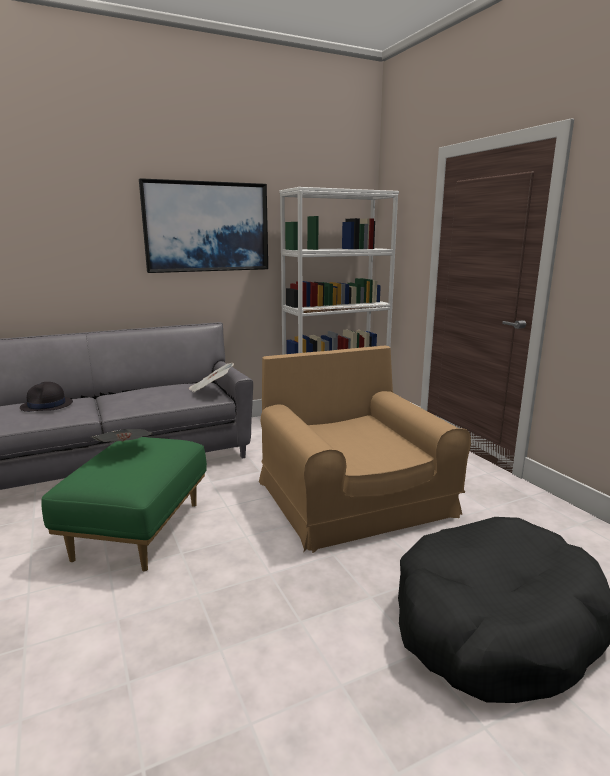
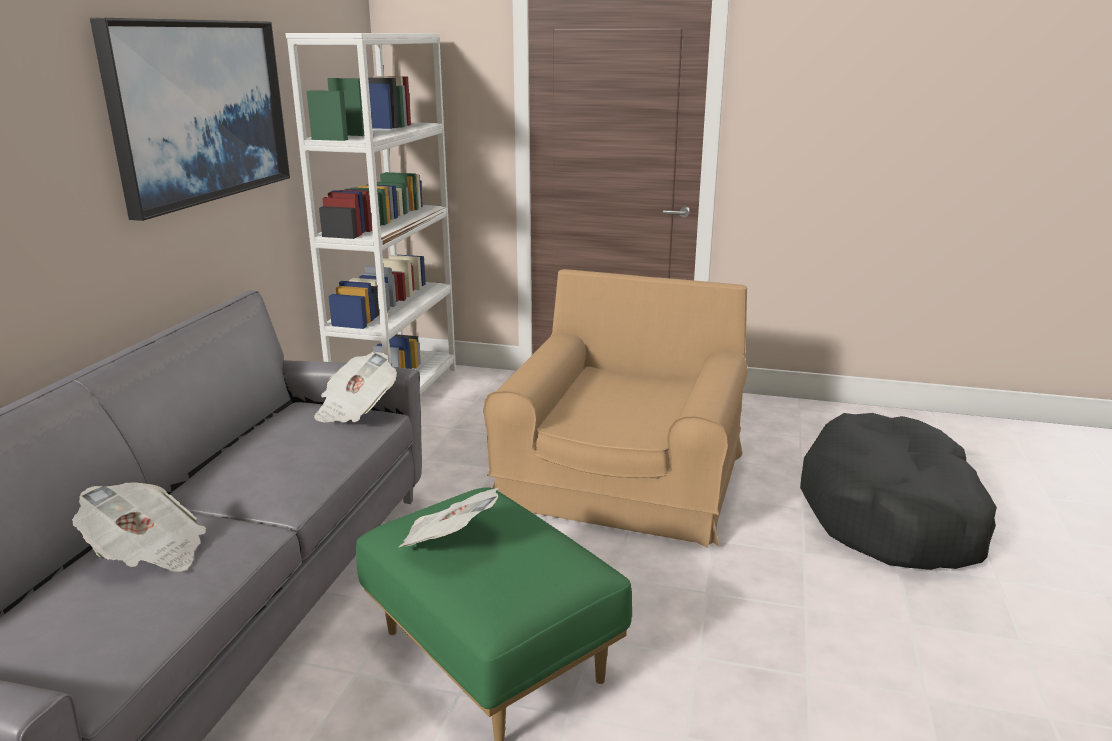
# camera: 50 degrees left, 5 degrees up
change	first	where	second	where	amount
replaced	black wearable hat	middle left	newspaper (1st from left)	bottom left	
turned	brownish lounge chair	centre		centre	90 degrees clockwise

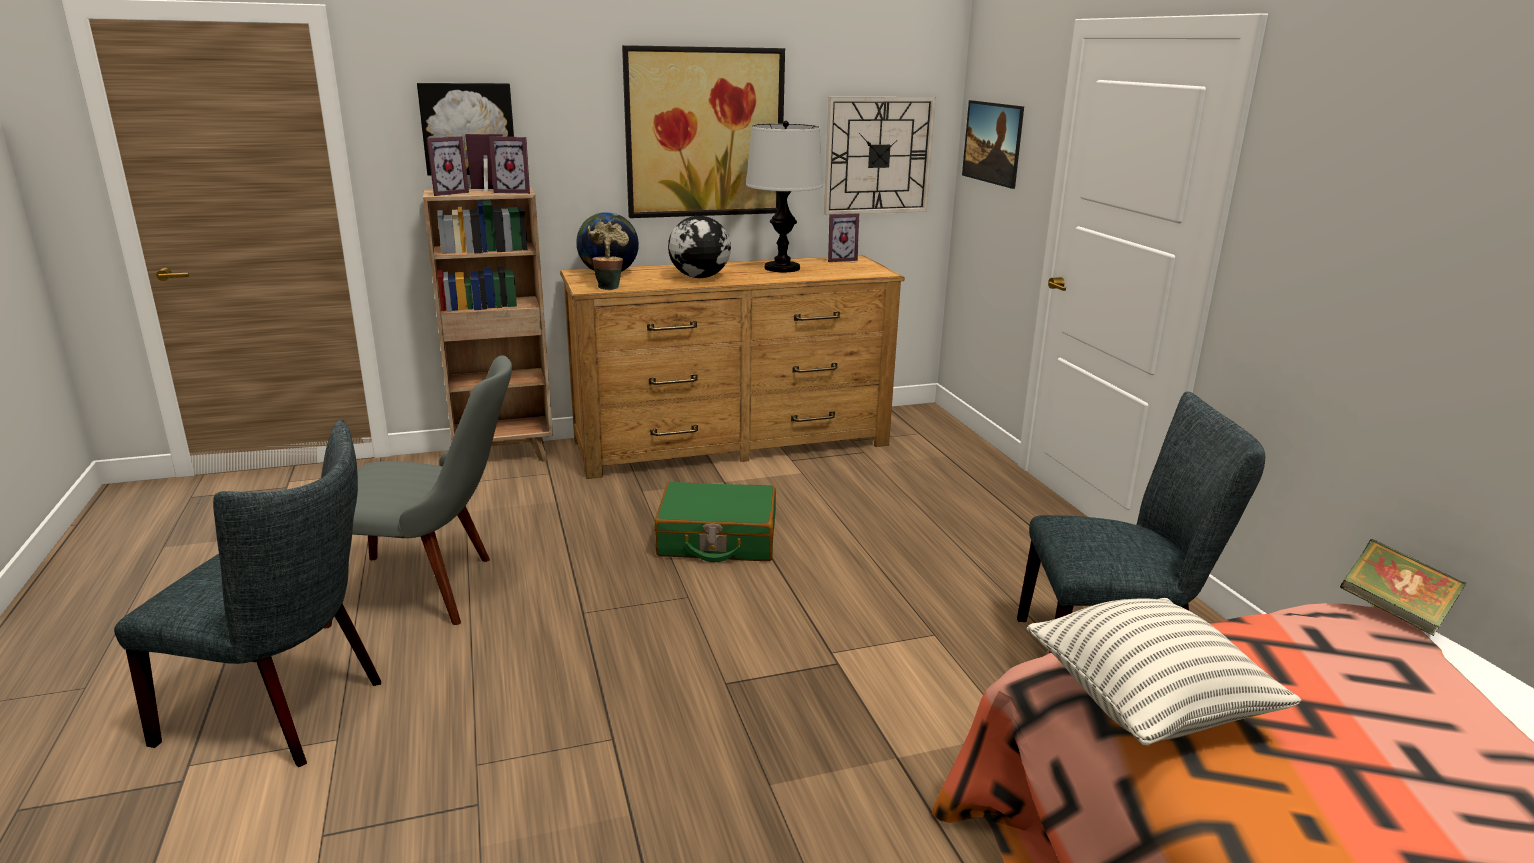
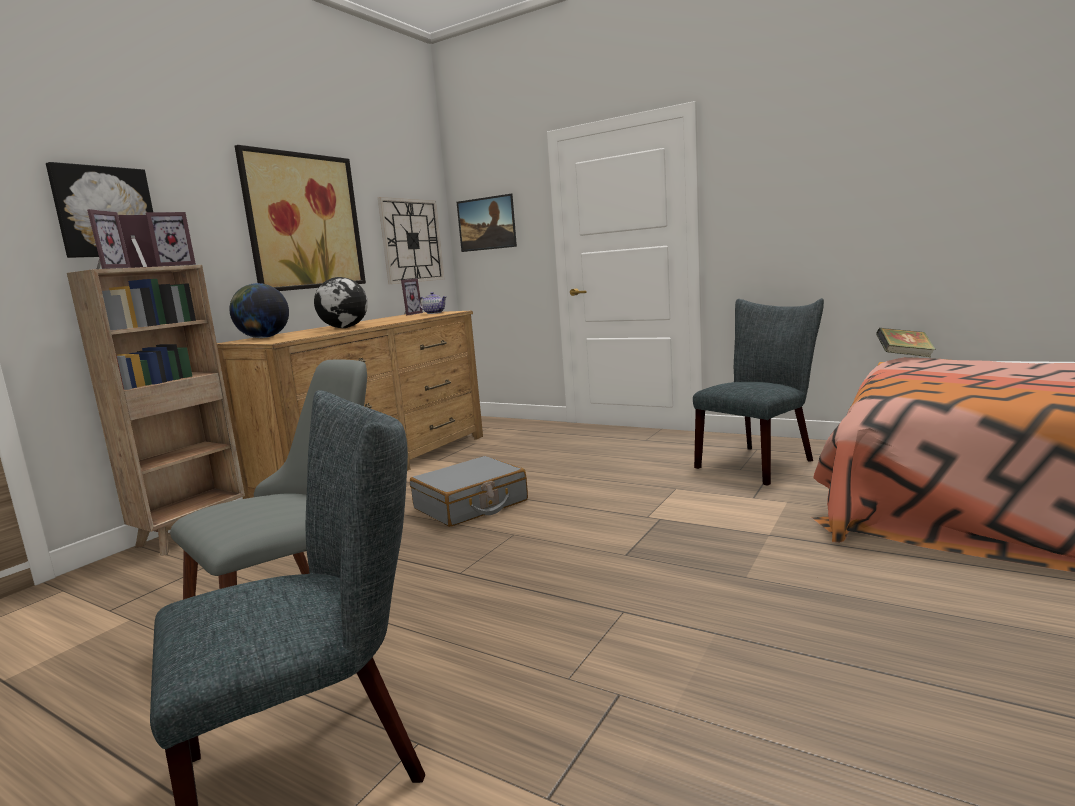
# camera: 40 degrees left, 10 degrees down
change	first	where	second	where	amount
recoloured	greenish travel case	centre	grey travel case	centre	
added			pot for tea	centre	
removed	potted plant	top centre			
removed	lamp for a table	top centre			
removed	cushion	bottom right			

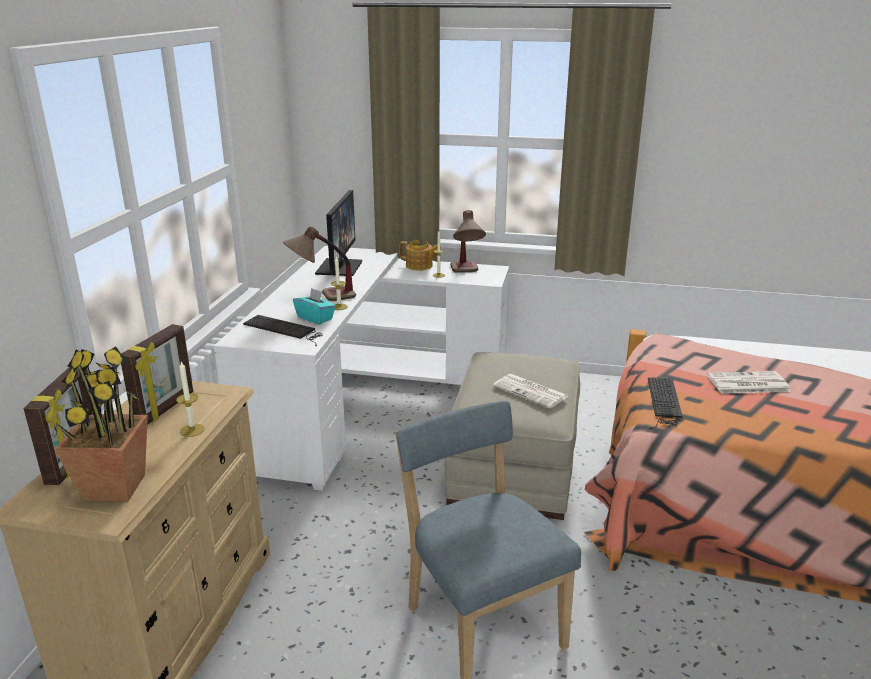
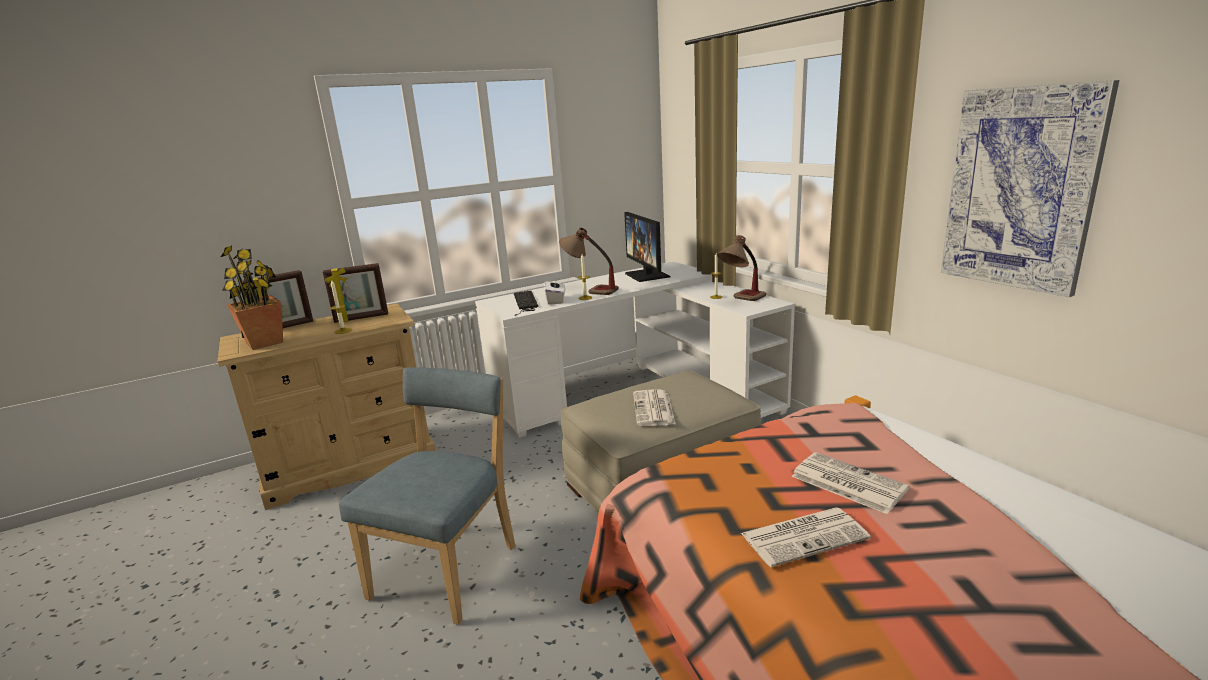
# camera: 50 degrees right, 5 degrees down
change	first	where	second	where	amount
recoloured	turquoise tissue box	centre	white tissue box	centre	
turned	computer display	centre		centre	105 degrees clockwise
added			newspaper (2nd from left)	bottom right	
added			wall art	top right	
removed	pot for tea	centre			
removed	computer keyboard (2nd from left)	middle right			

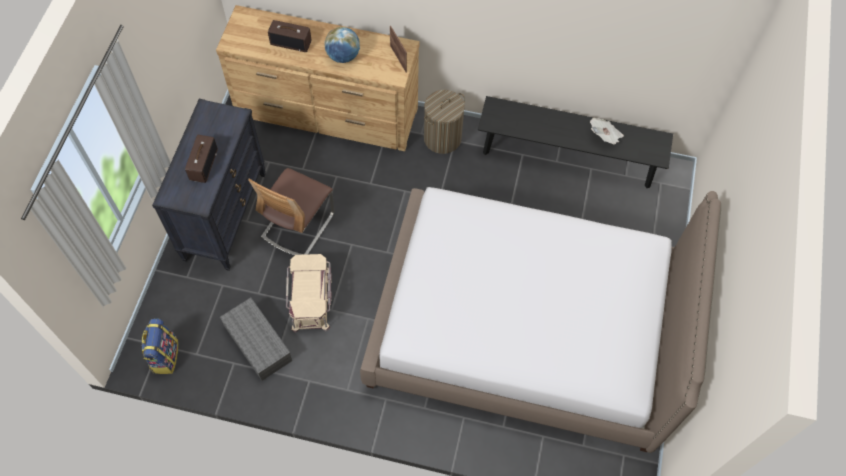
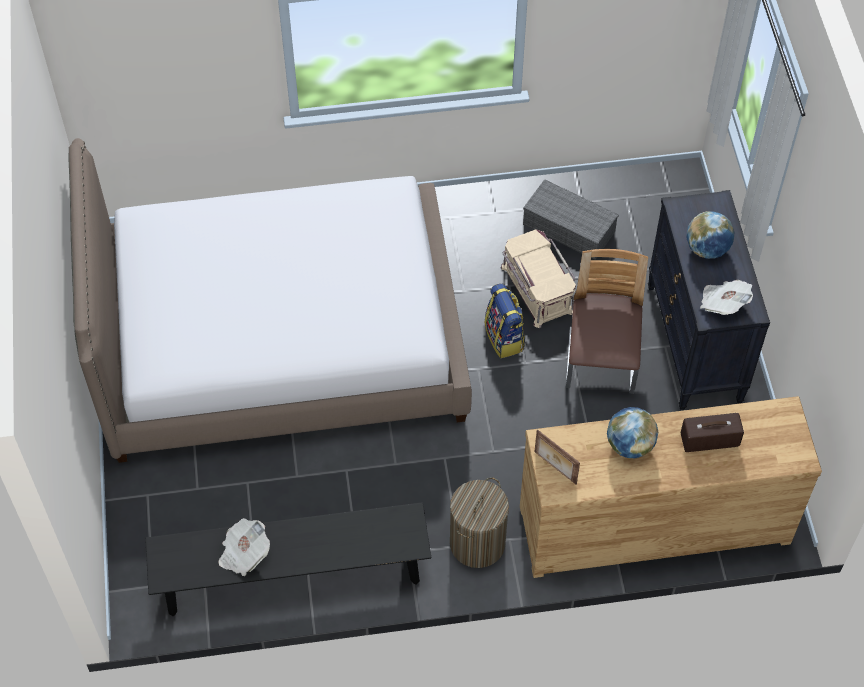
# camera: 160 degrees right, 5 degrees down
change	first	where	second	where	amount
moved	backpack	bottom left		centre	
replaced	radio receiver (1st from left)	middle left	world globe (2nd from left)	middle right	
added			newspaper (2nd from left)	middle right	

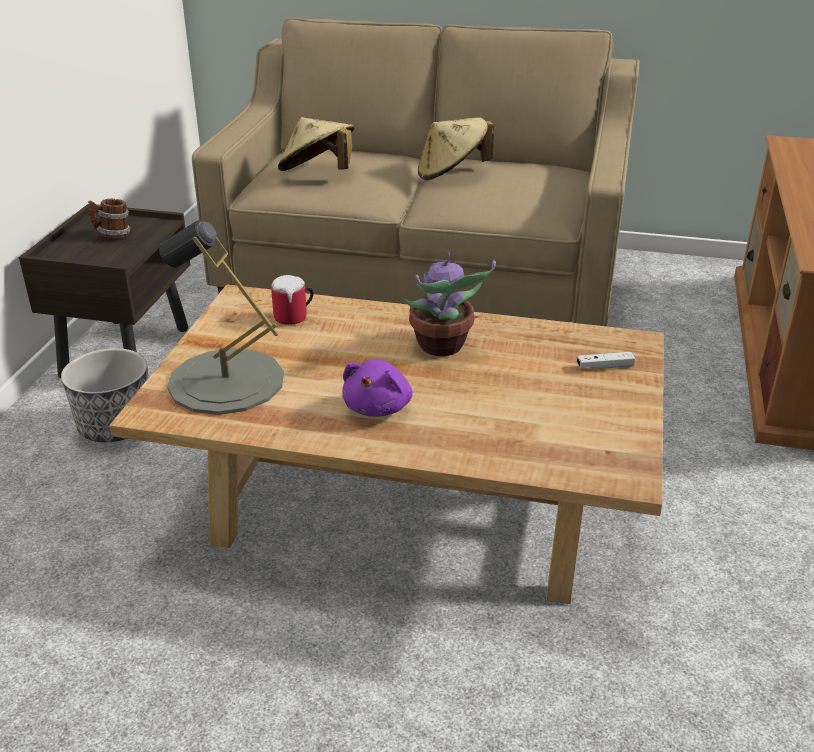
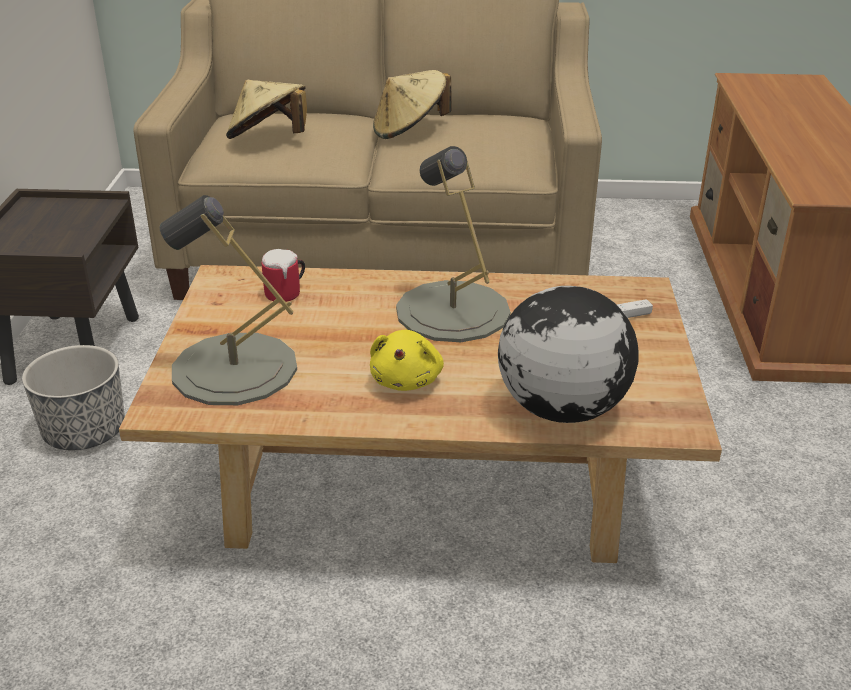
# camera: 10 degrees left, 0 degrees up
change	first	where	second	where	amount
recoloured	purplish cuddly toy	centre	yellow cuddly toy	centre	
replaced	potted plant	centre	grey lamp for a table (2nd from left)	centre	
added			world globe	middle right	
removed	tea mug (1st from left)	top left			

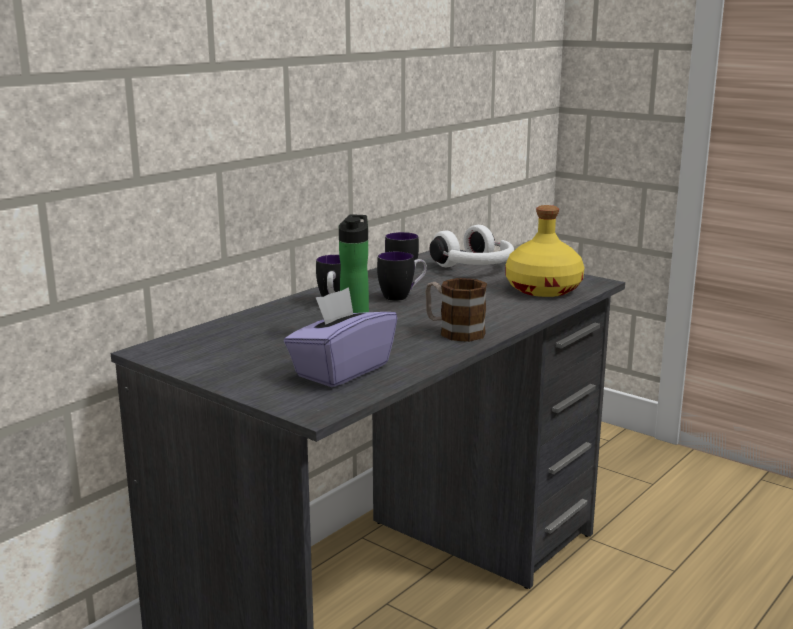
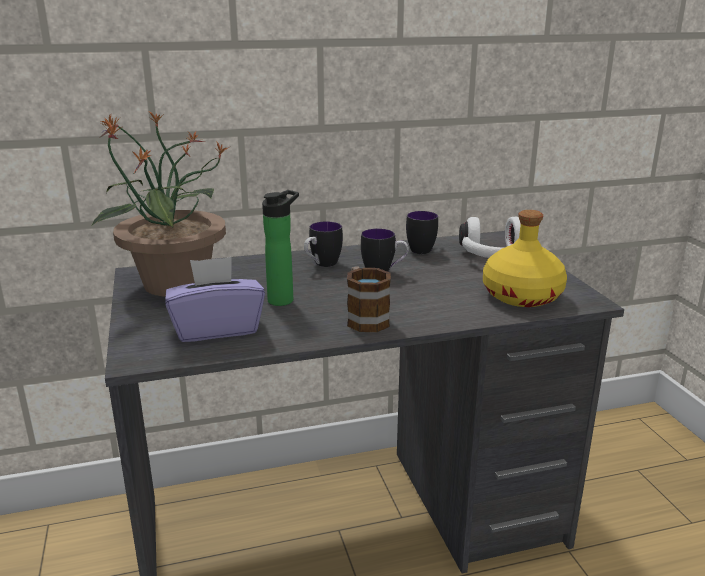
# camera: 35 degrees right, 5 degrees up
change	first	where	second	where	amount
added			potted plant	middle left	

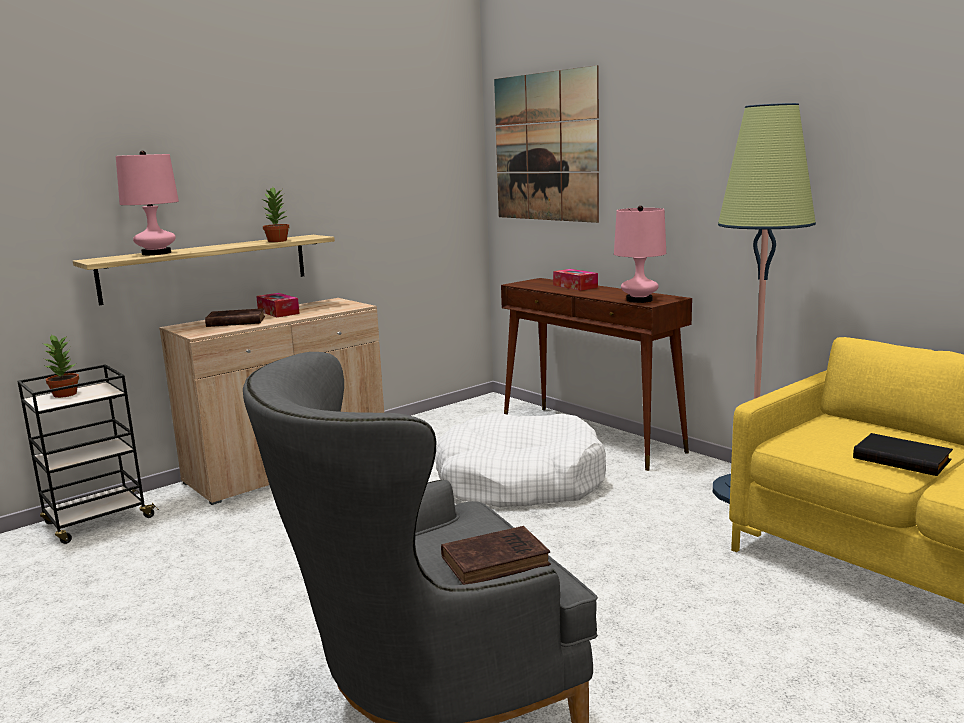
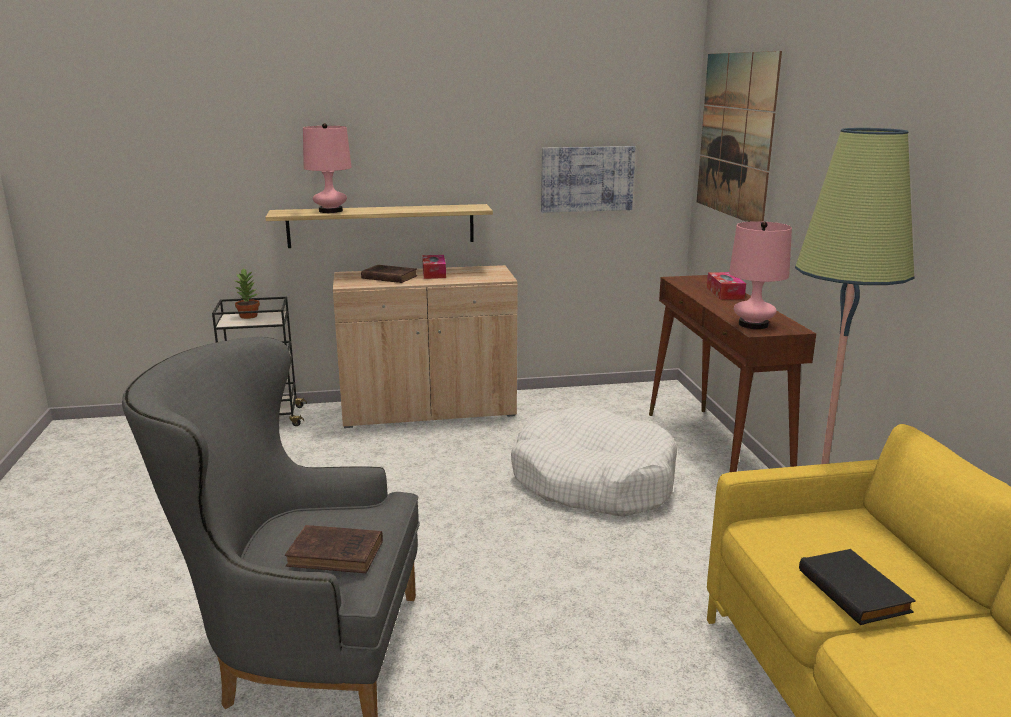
# camera: 30 degrees right, 5 degrees up
change	first	where	second	where	amount
added			wall art (1st from left)	top centre	
removed	potted plant (2nd from left)	top left			

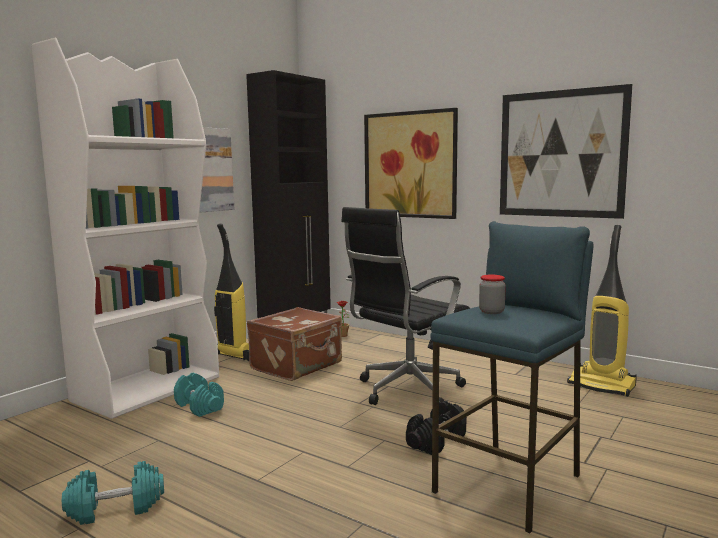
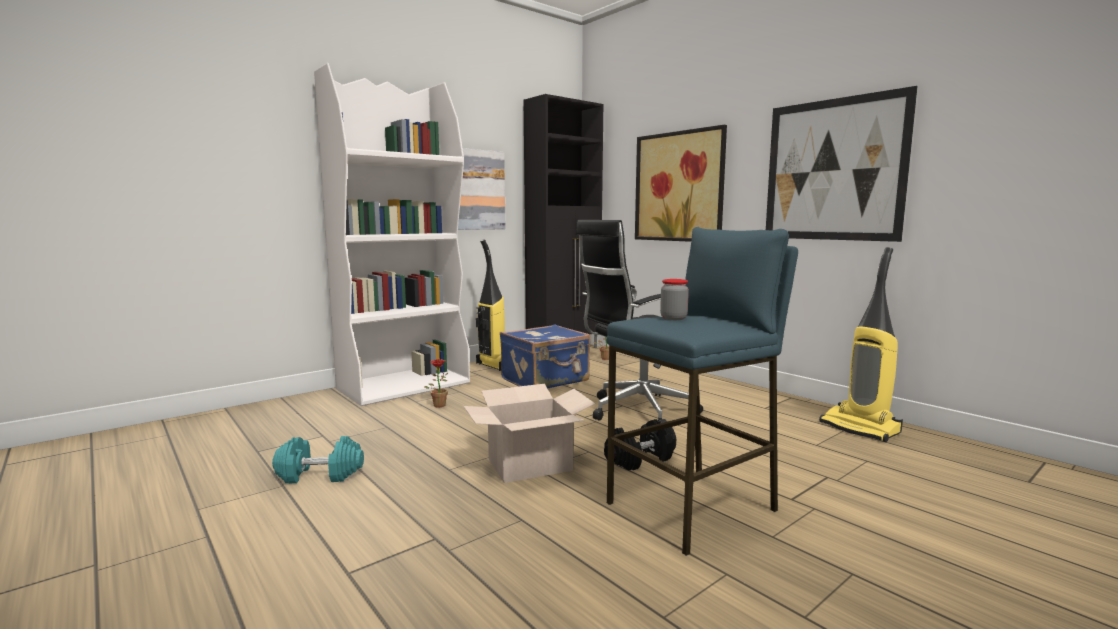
# camera: 15 degrees right, 0 degrees up
change	first	where	second	where	amount
replaced	turquoise free weight (2nd from left)	bottom left	potted plant (1st from left)	centre	
added			carton	bottom centre	
recoloured	brownish travel case	centre	blue-coloured travel case	centre	

